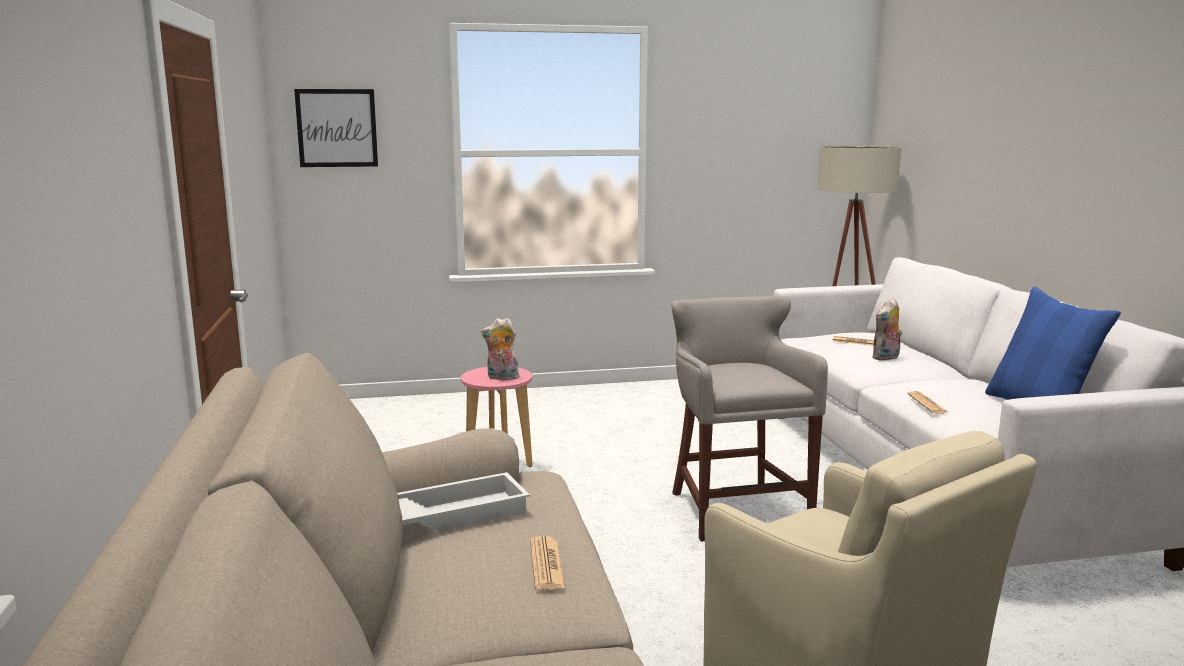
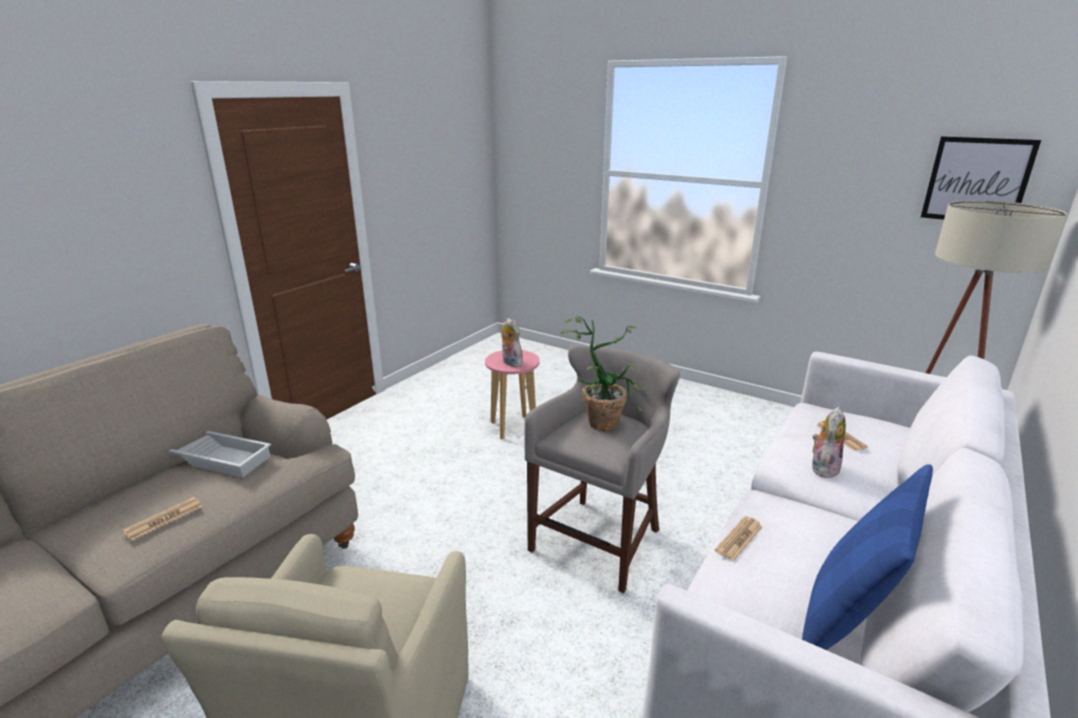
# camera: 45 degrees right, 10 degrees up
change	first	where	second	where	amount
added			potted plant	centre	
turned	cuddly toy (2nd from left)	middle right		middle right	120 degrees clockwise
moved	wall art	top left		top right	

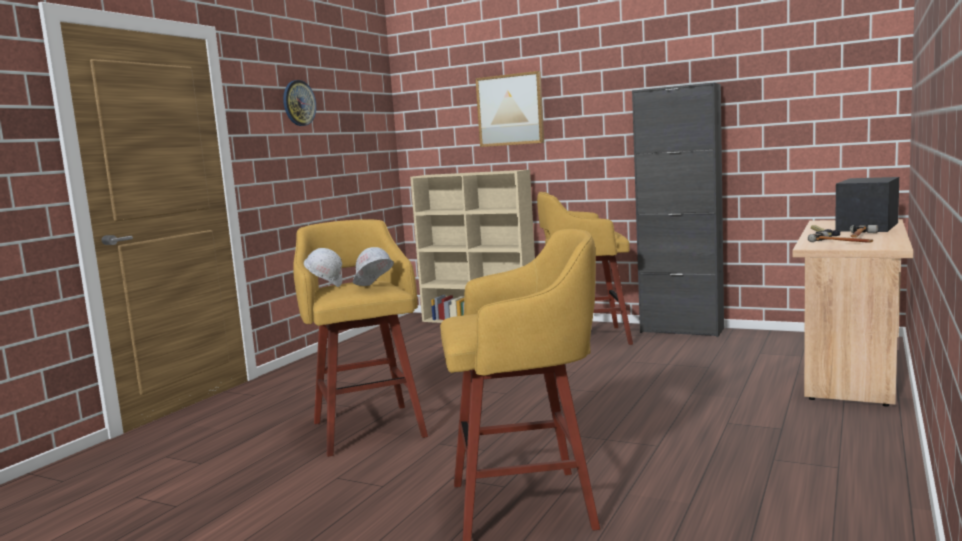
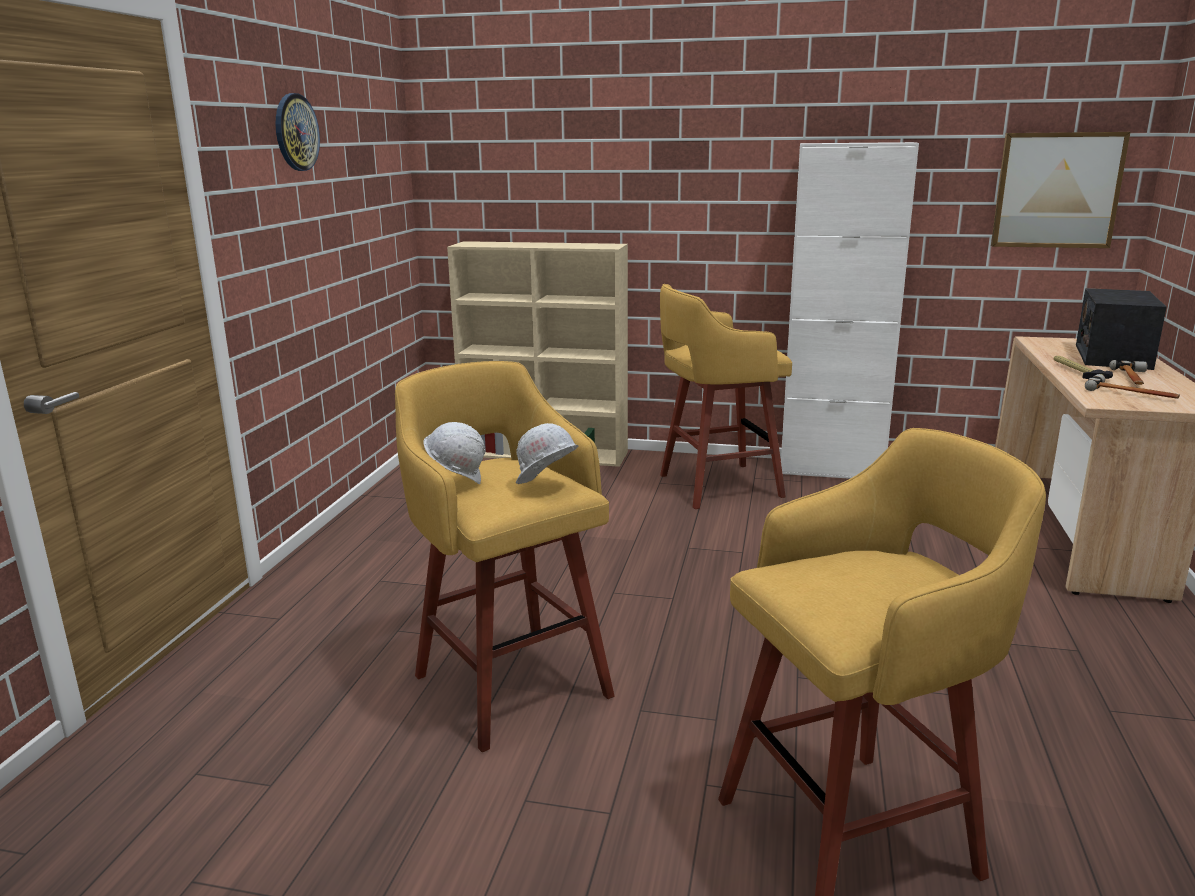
# camera: 15 degrees left, 10 degrees up
change	first	where	second	where	amount
recoloured	black storage cabinet	middle right	white storage cabinet	middle right	
moved	wall art	top centre		top right	

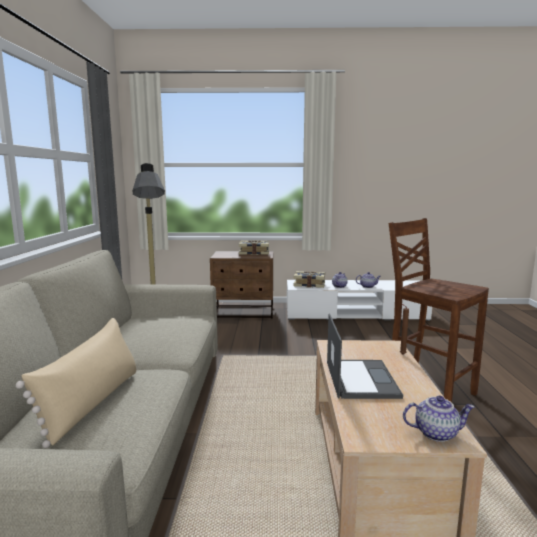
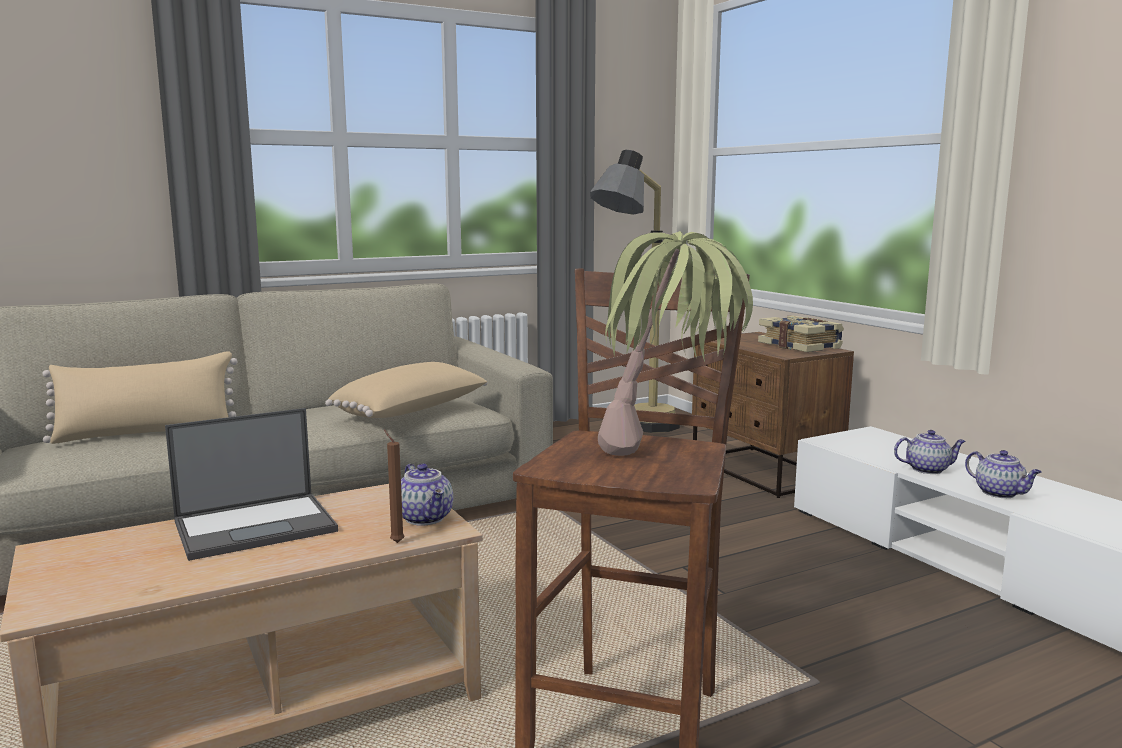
# camera: 60 degrees right, 0 degrees up
change	first	where	second	where	amount
added			sand-coloured cushion (2nd from left)	centre	
moved	pot for tea (3rd from left in the first image)	bottom right	pot for tea (1st from left)	centre	
added			potted plant	centre	
removed	volume (2nd from left)	centre			

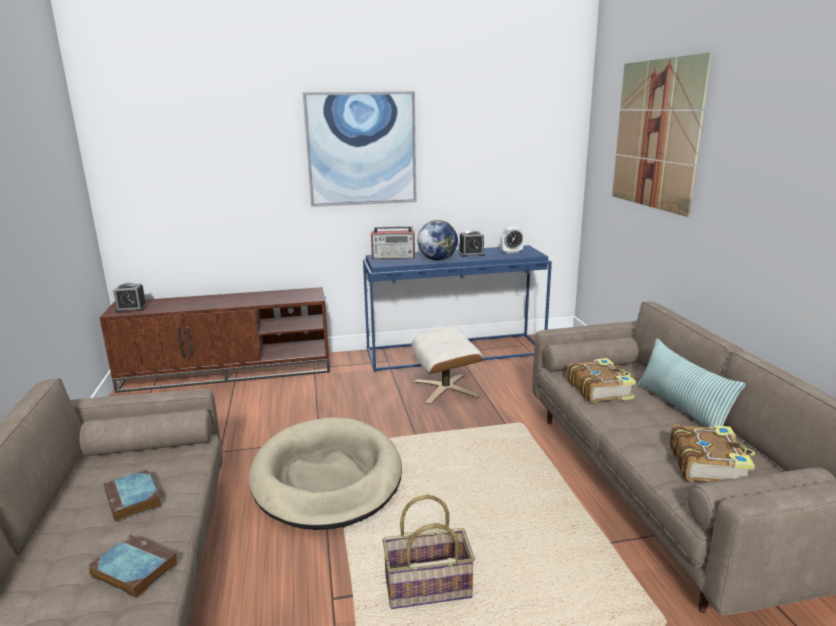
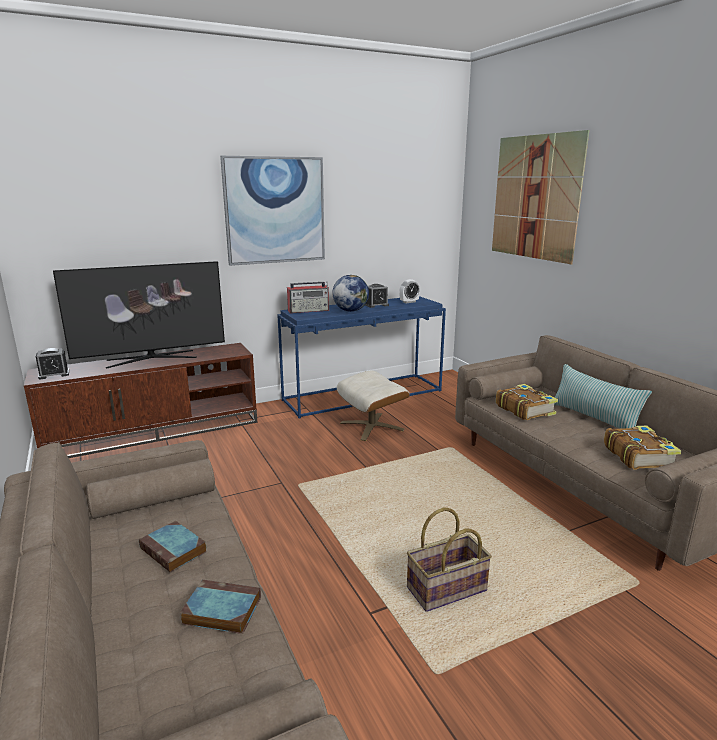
# camera: 15 degrees left, 0 degrees up
change	first	where	second	where	amount
added			TV set	middle left	
removed	sand-coloured dog bed	bottom centre			

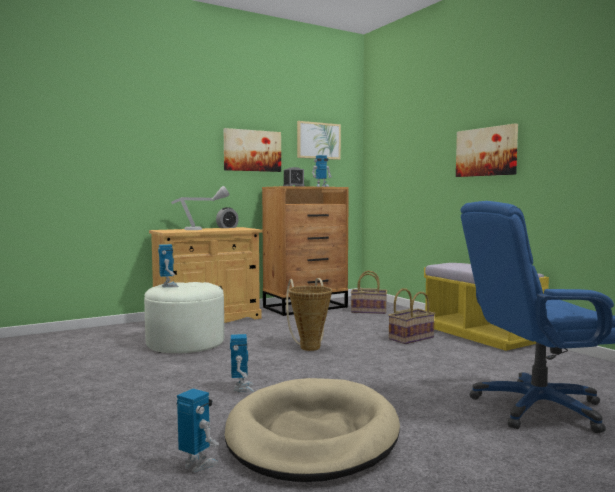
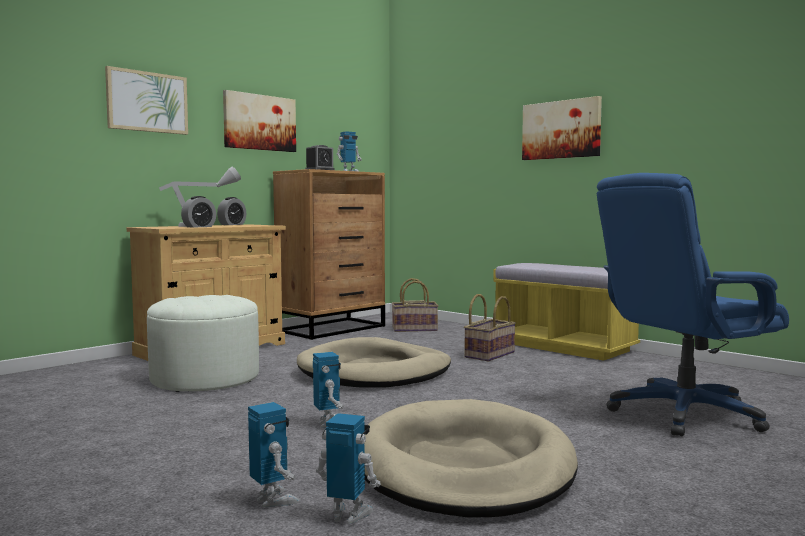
# camera: 15 degrees left, 0 degrees up
change	first	where	second	where	amount
moved	wall art (2nd from left in the first image)	top centre	wall art (1st from left)	top left	
added			table clock (1st from left)	middle left	
moved	robot figure (1st from left)	middle left		bottom centre	
replaced	household basket (1st from left)	centre	sand-coloured dog bed (1st from left)	bottom centre	

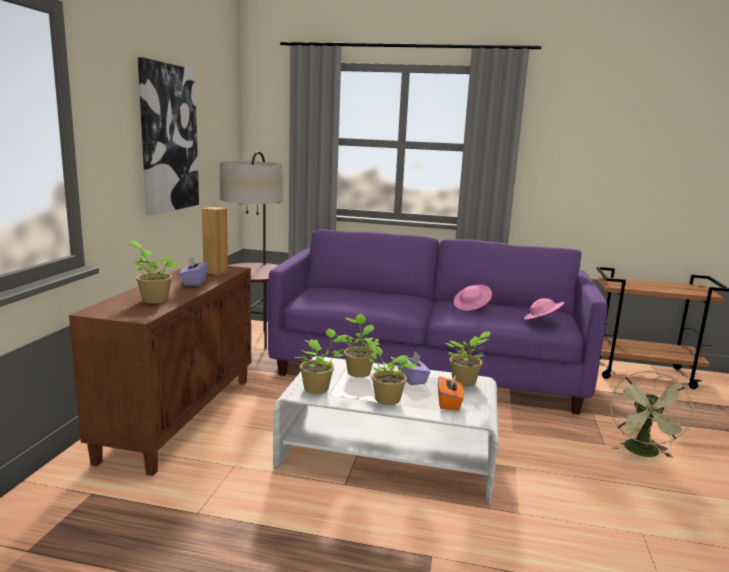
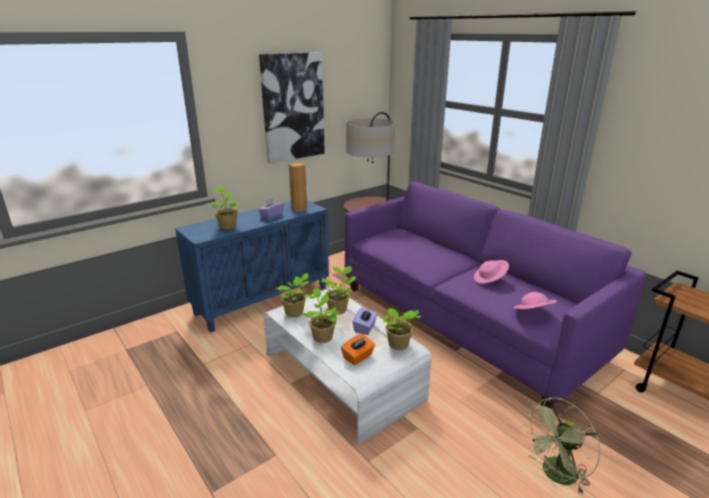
# camera: 40 degrees right, 10 degrees up
change	first	where	second	where	amount
recoloured	brownish storage cabinet	middle left	blue-coloured storage cabinet	centre	

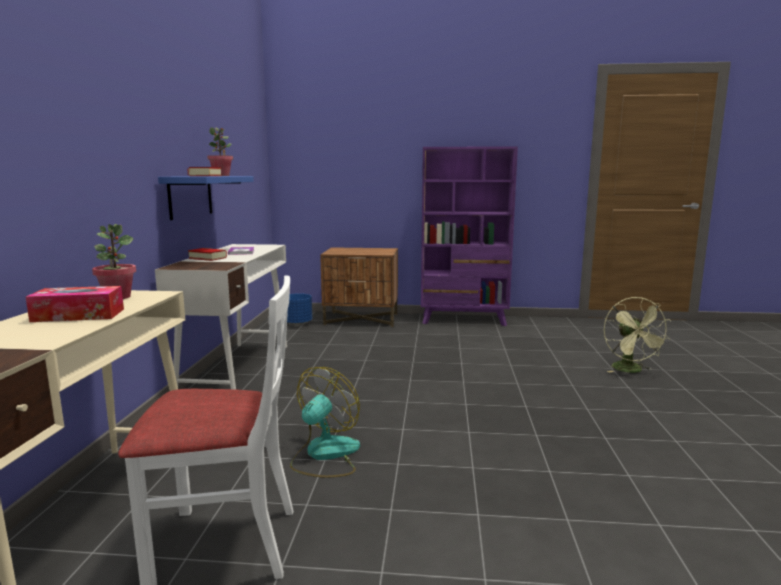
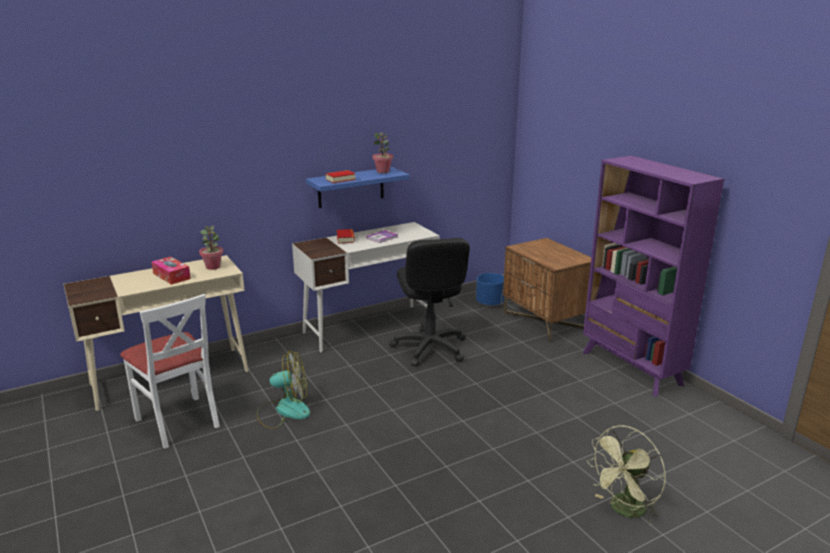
# camera: 55 degrees right, 10 degrees up
change	first	where	second	where	amount
added			black computer chair	centre	

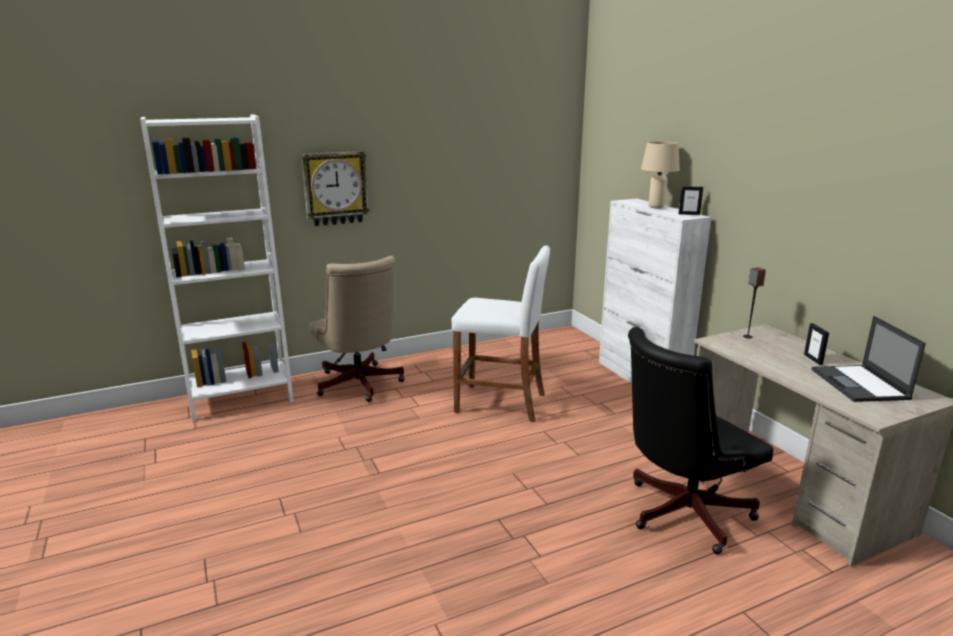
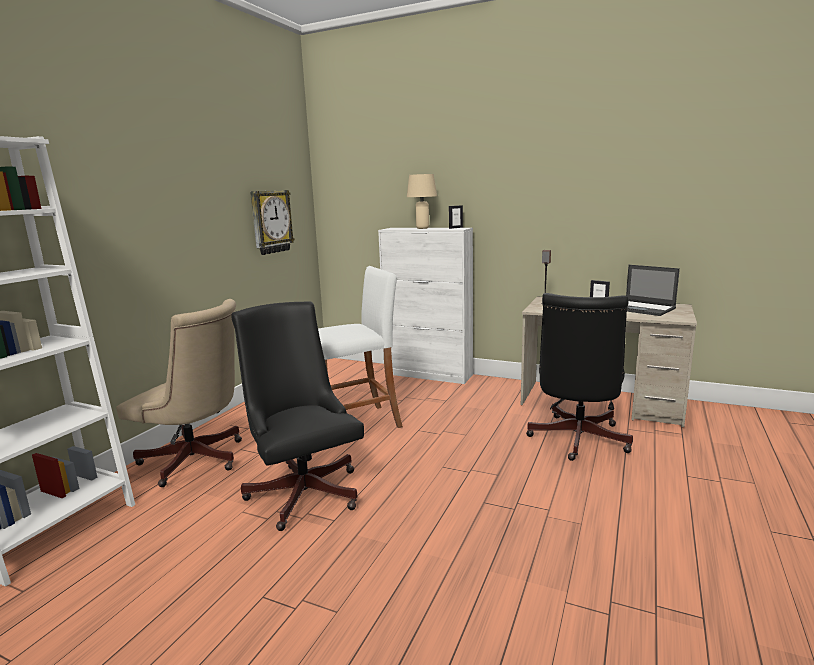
# camera: 40 degrees left, 5 degrees down
change	first	where	second	where	amount
added			black computer chair (1st from left)	centre	
moved	wall clock	top centre		centre	

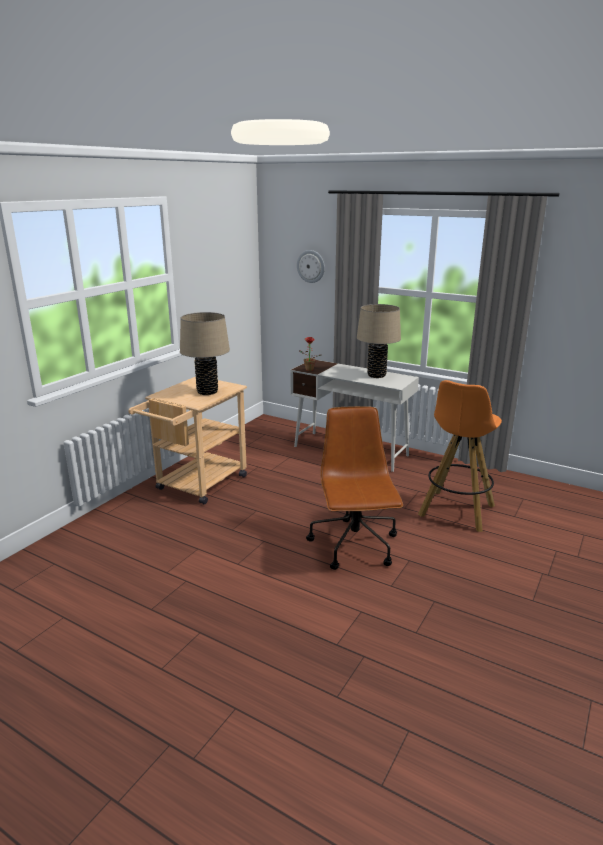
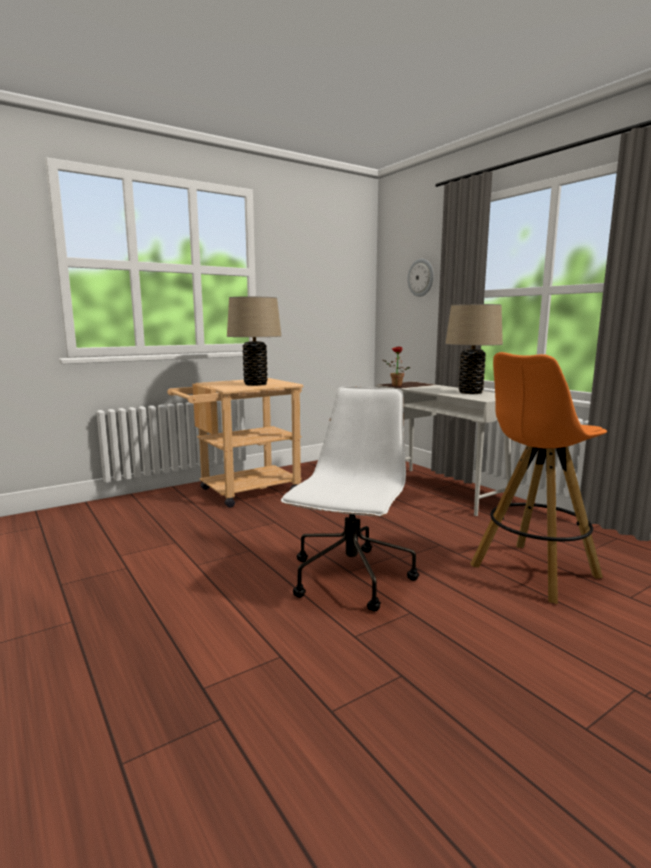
# camera: 25 degrees right, 10 degrees down
change	first	where	second	where	amount
recoloured	brownish computer chair	centre	white computer chair	centre	

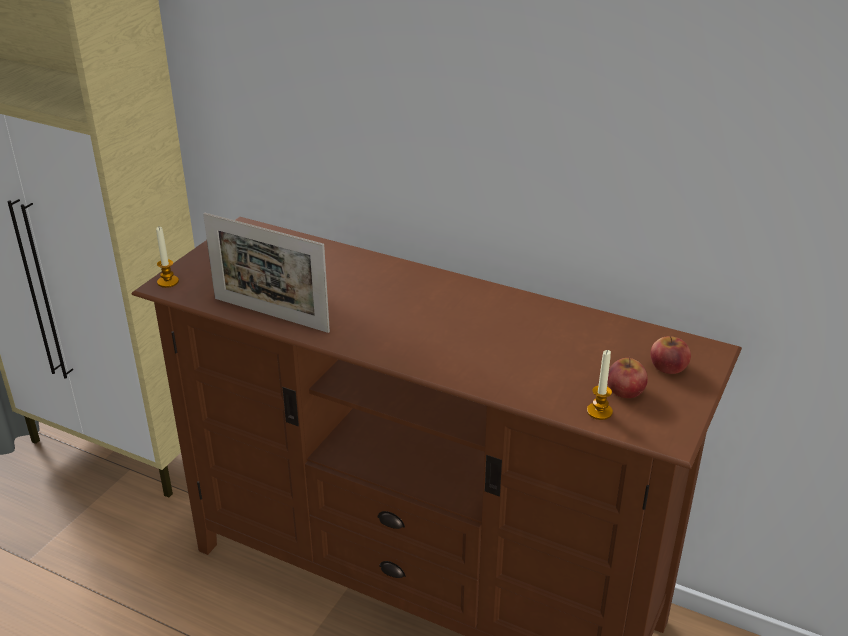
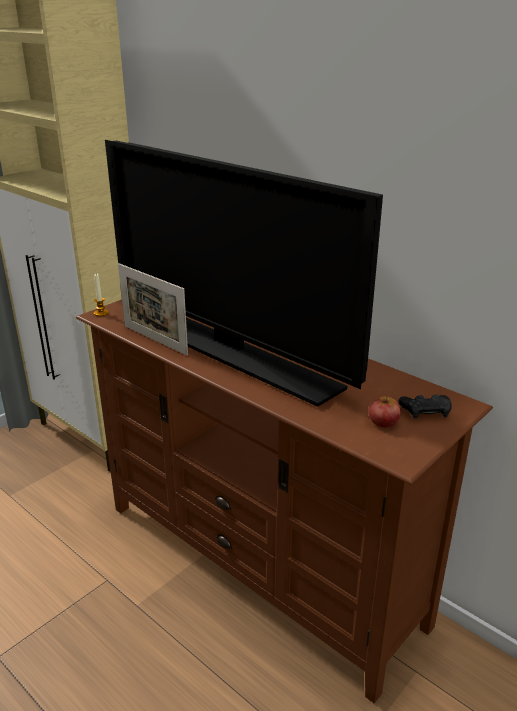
# camera: 15 degrees right, 5 degrees down
change	first	where	second	where	amount
added			TV set	centre	
replaced	whole apple (2nd from left)	middle right	black game controller	middle right	
removed	wax candle (2nd from left)	middle right			

